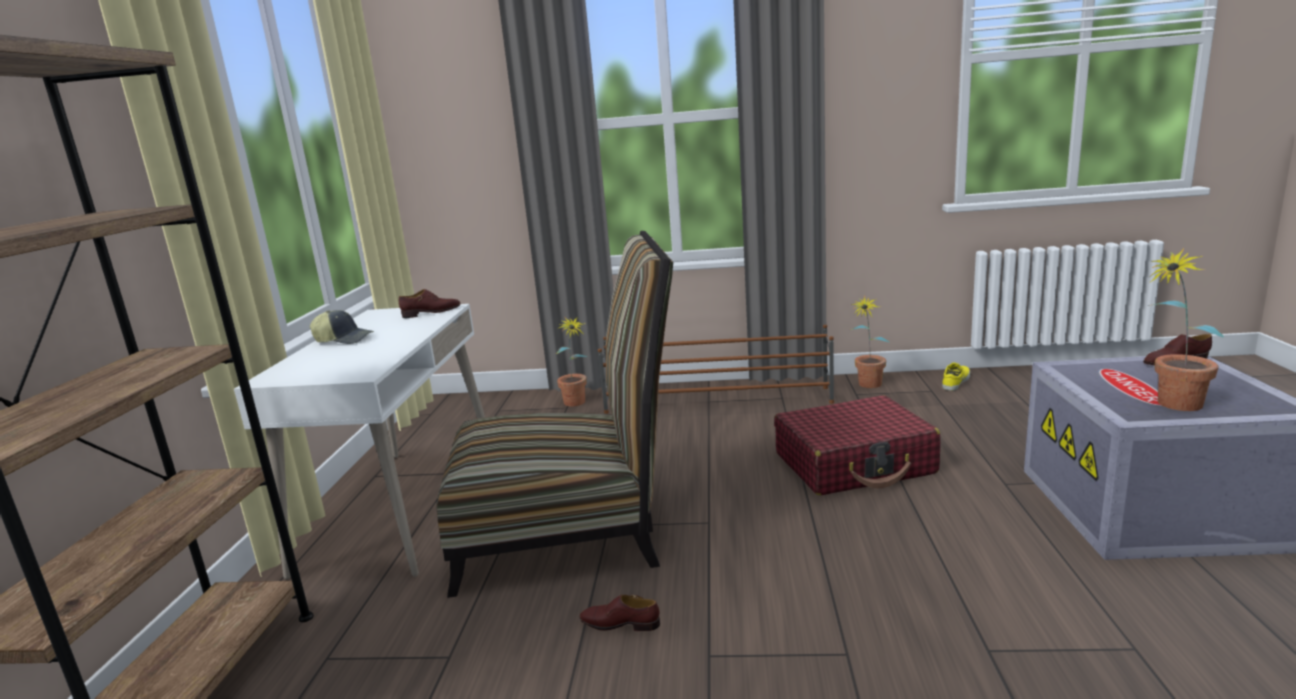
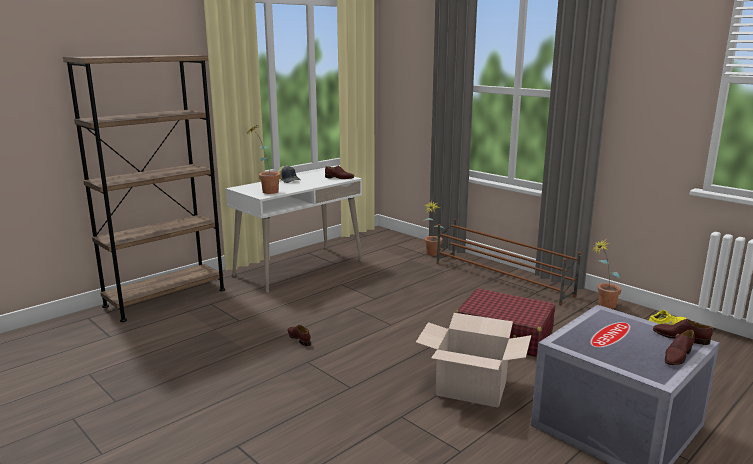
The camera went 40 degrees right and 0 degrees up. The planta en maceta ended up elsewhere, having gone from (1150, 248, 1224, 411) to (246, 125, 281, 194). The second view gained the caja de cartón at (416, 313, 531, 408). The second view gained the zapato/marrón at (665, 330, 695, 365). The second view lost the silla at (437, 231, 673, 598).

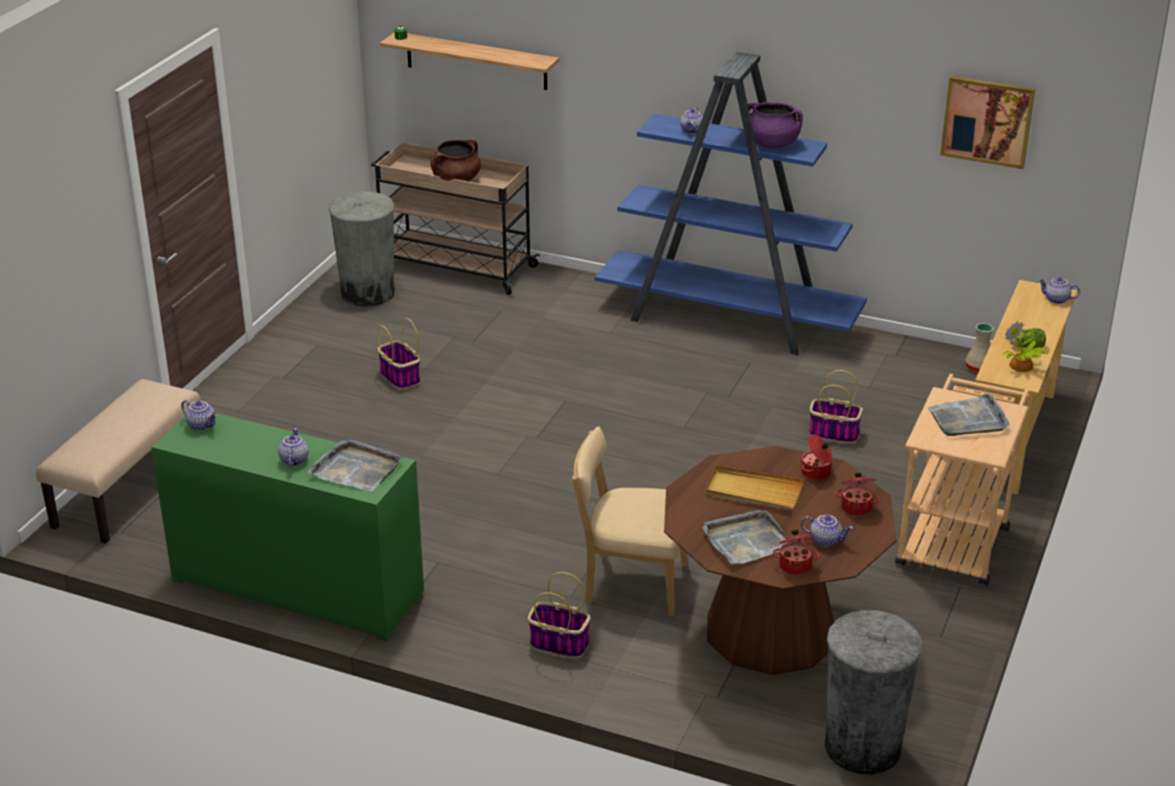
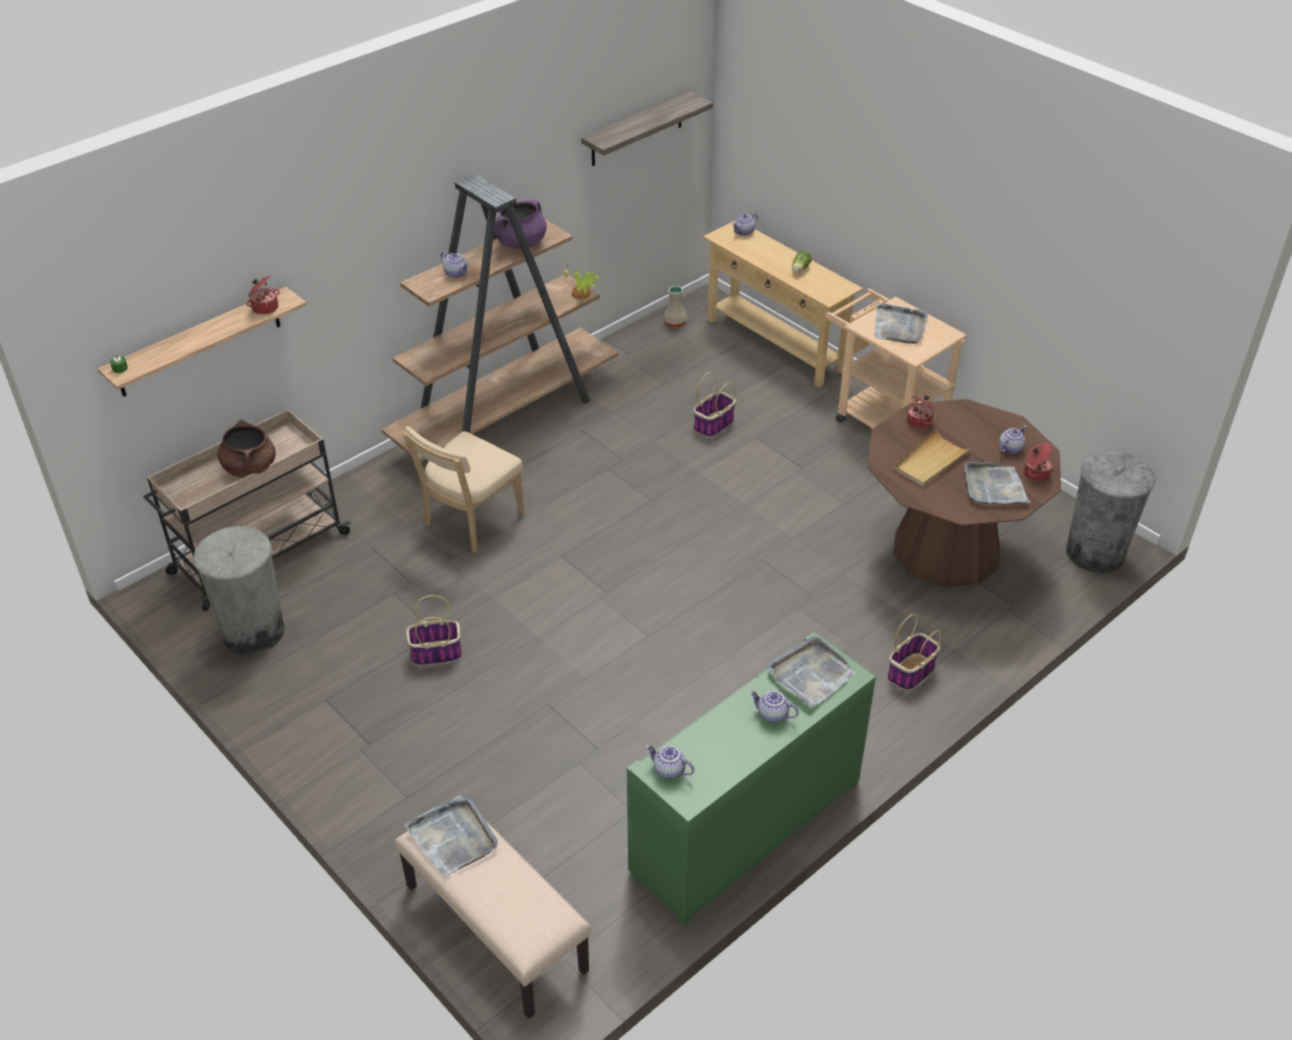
The camera went 65 degrees left and 10 degrees up. The olla ended up elsewhere, having gone from (836, 473, 880, 516) to (246, 275, 280, 315). What was the estantería/azul at (595, 52, 867, 355) turned into the estantería/marrón at (381, 174, 619, 462). The silla/beis ended up elsewhere, having gone from (572, 426, 687, 616) to (403, 426, 524, 552). The second view gained the bandeja/gris at (405, 796, 498, 876). The planta en maceta ended up elsewhere, having gone from (1003, 321, 1049, 372) to (564, 263, 600, 300). Where the cuadro hung at (940, 76, 1035, 169), the estante came to hang at (581, 91, 713, 166). The tetera at (181, 400, 217, 431) ended up facing another way, 120 degrees counterclockwise from before.

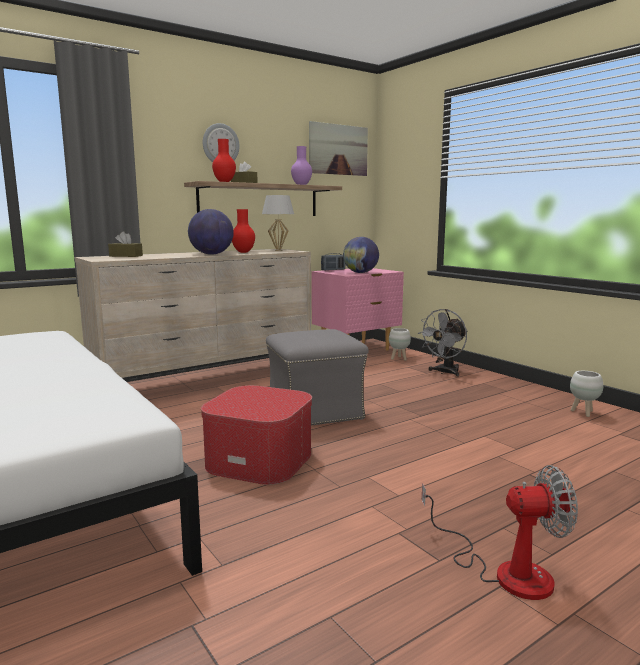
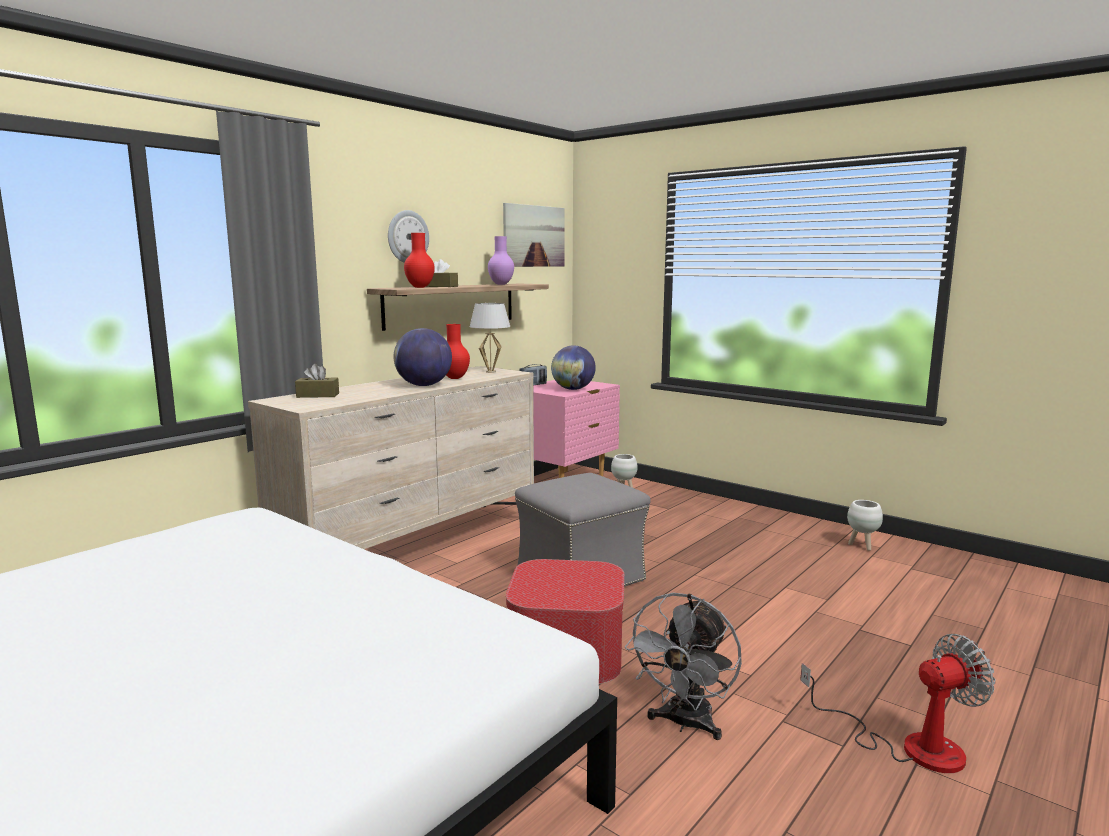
The camera went 15 degrees left and 0 degrees up. The ventilador/gris ended up elsewhere, having gone from (418, 309, 467, 377) to (625, 593, 742, 740).

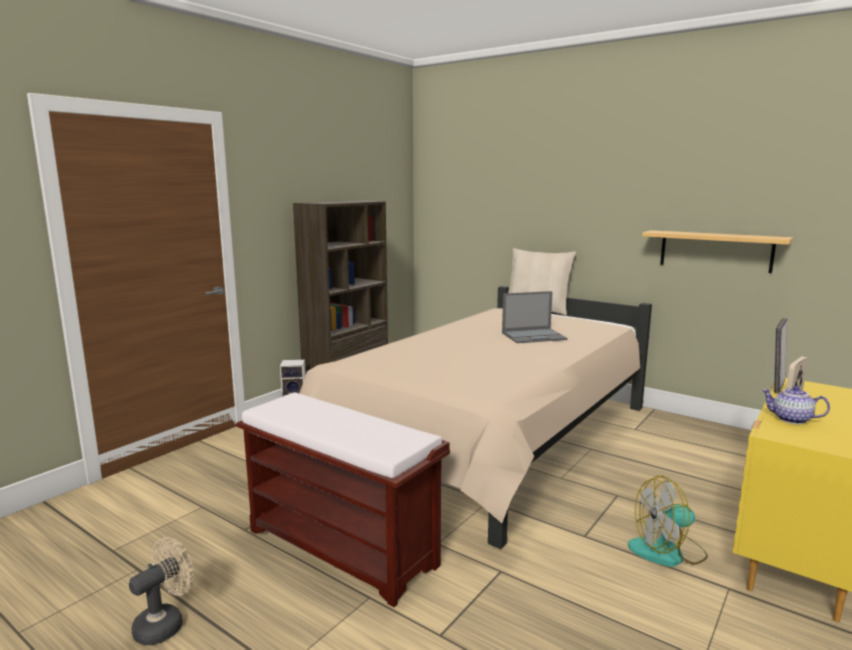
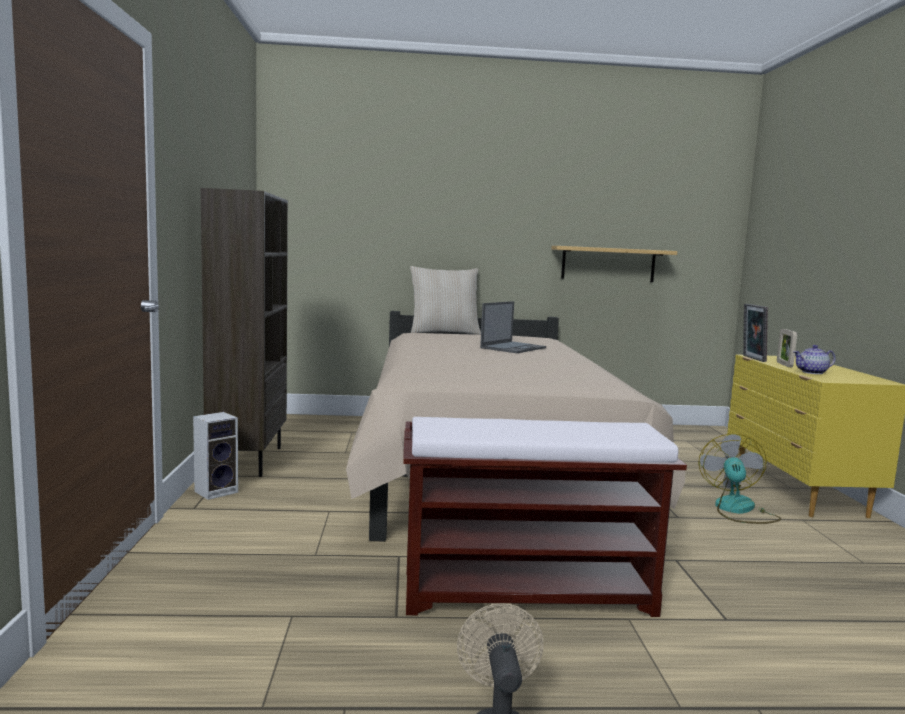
The camera went 40 degrees left and 5 degrees down. The ventilador at (628, 476, 708, 567) ended up facing another way, 150 degrees clockwise from before.

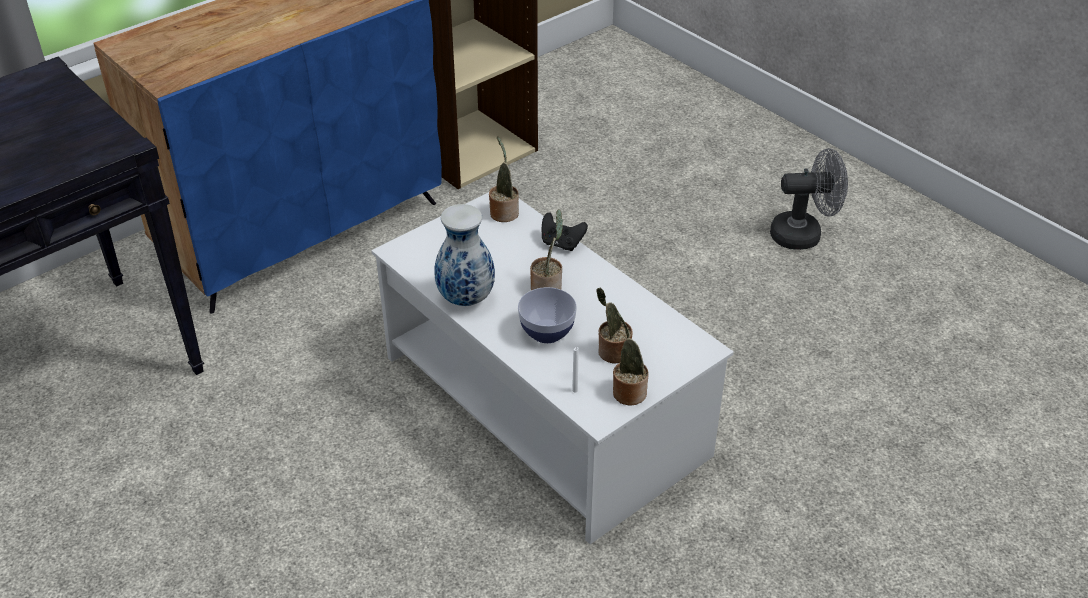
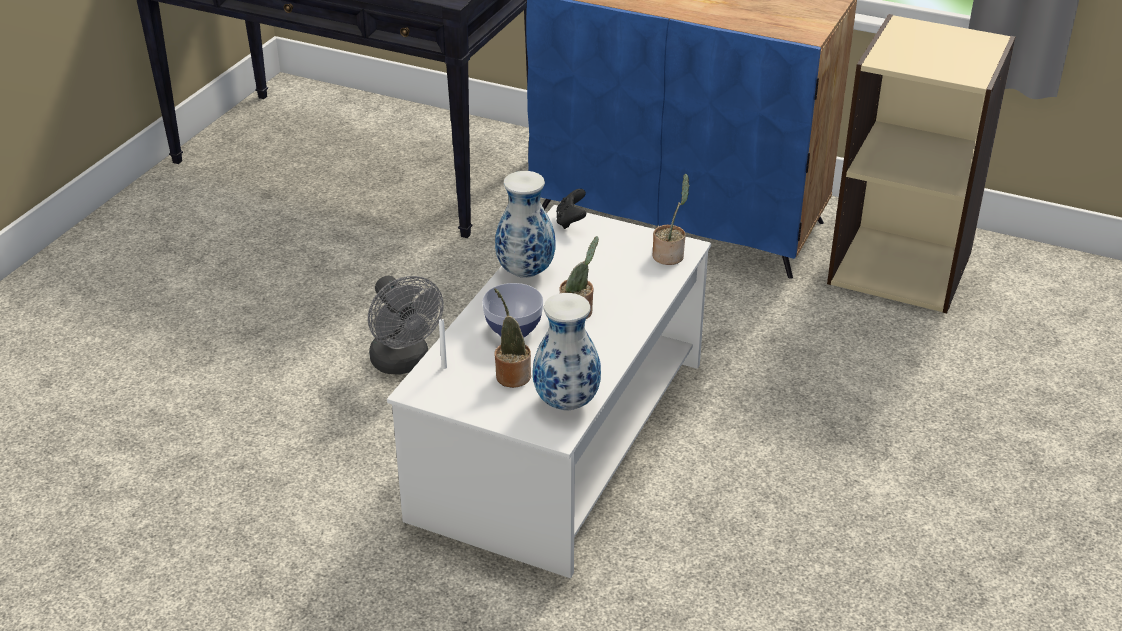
The camera went 65 degrees right and 5 degrees down. The ventilador/gris ended up elsewhere, having gone from (770, 148, 848, 250) to (368, 276, 444, 375). The second view gained the florero at (533, 293, 601, 411). The mando de consola/negro ended up elsewhere, having gone from (542, 212, 588, 251) to (556, 189, 587, 229). The second view lost the planta en maceta at (613, 313, 649, 405).

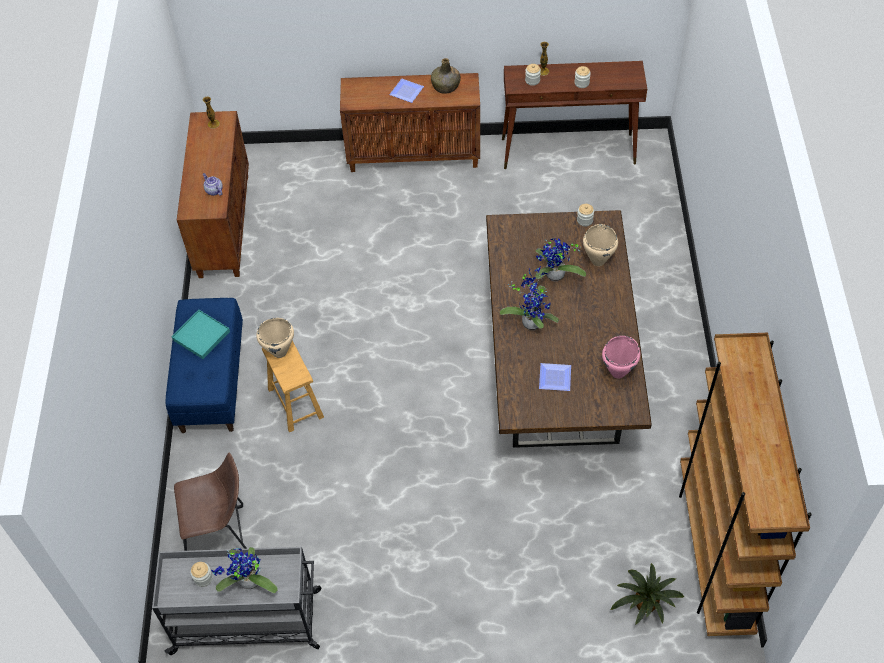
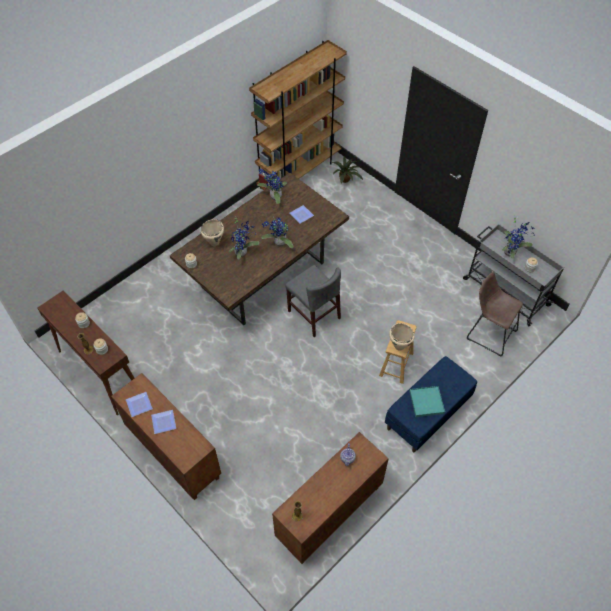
The camera went 135 degrees left and 0 degrees up. Where the botella/verde stood at (431, 58, 461, 94), the plato came to stand at (126, 392, 153, 417). Where the olla/rosa stood at (602, 336, 640, 379), the planta en maceta came to stand at (257, 169, 287, 204). The second view gained the silla/gris at (285, 265, 341, 337).

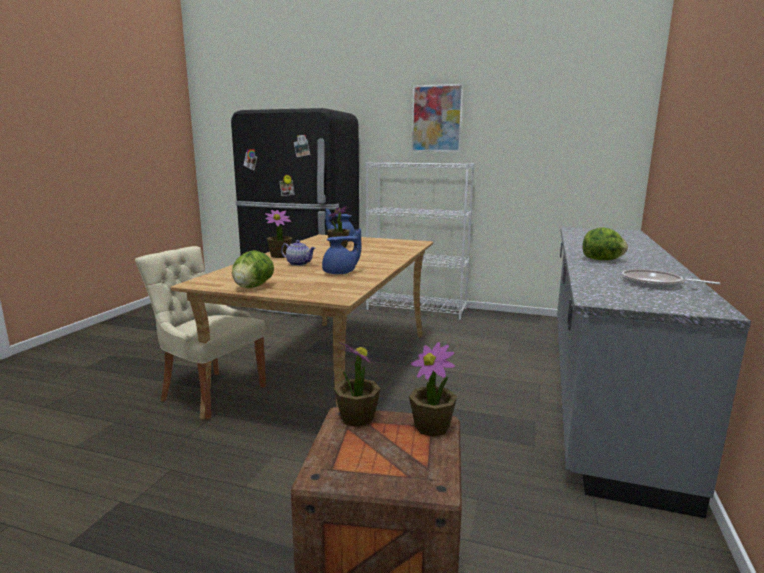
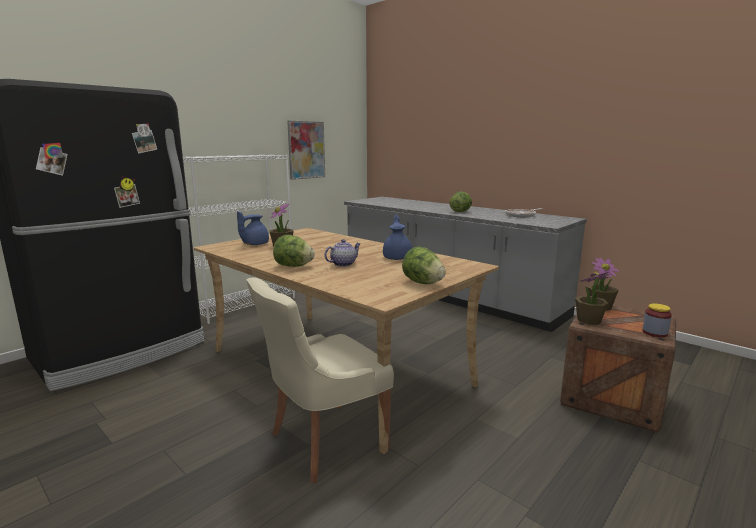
The camera went 65 degrees left and 0 degrees up. Where the planta en maceta stood at (266, 210, 292, 258), the lechuga came to stand at (273, 235, 315, 267). The cuadro ended up elsewhere, having gone from (412, 84, 463, 152) to (287, 121, 325, 180). The second view gained the tarro at (642, 303, 672, 338).

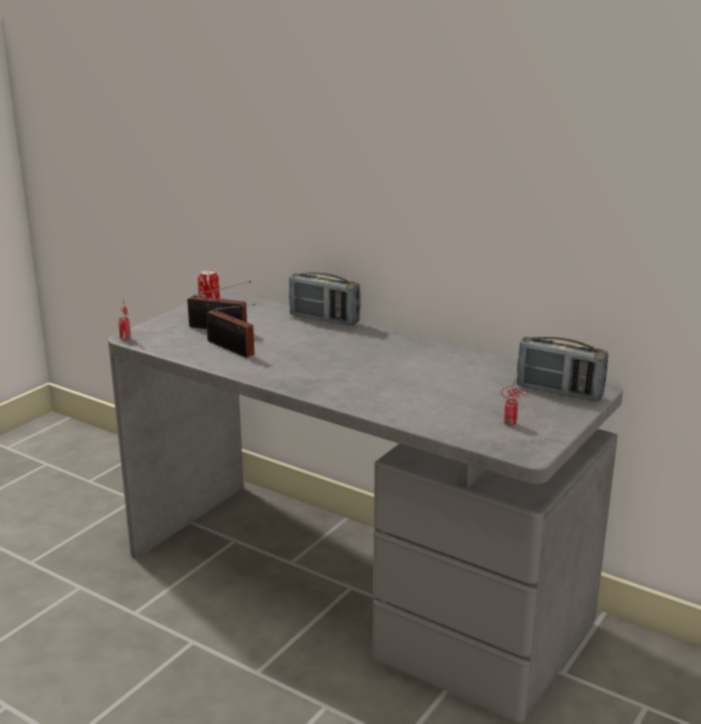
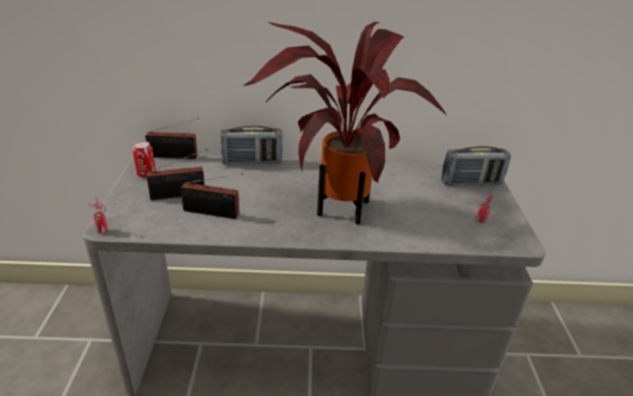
The camera went 35 degrees left and 10 degrees up. The second view gained the radio at (145, 118, 199, 159). The second view gained the planta en maceta at (243, 22, 447, 225).

